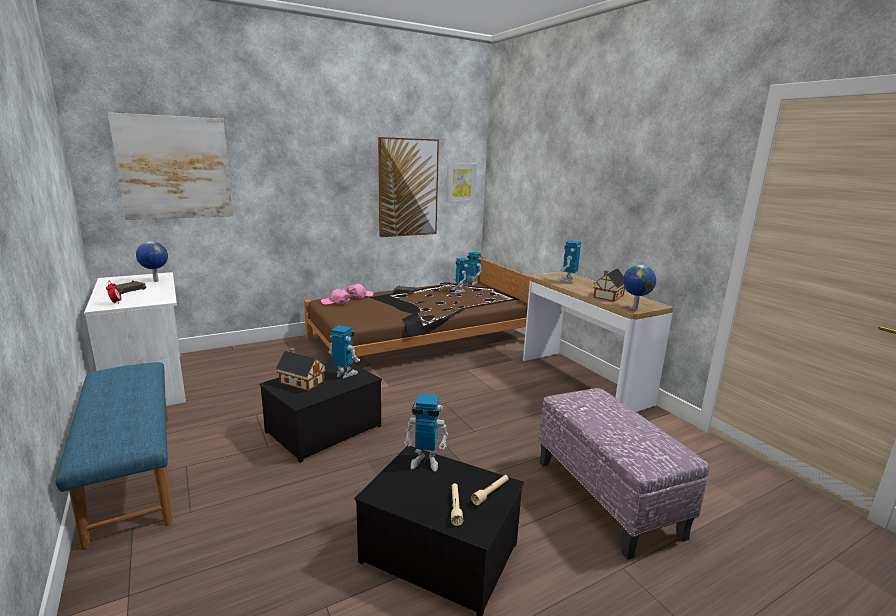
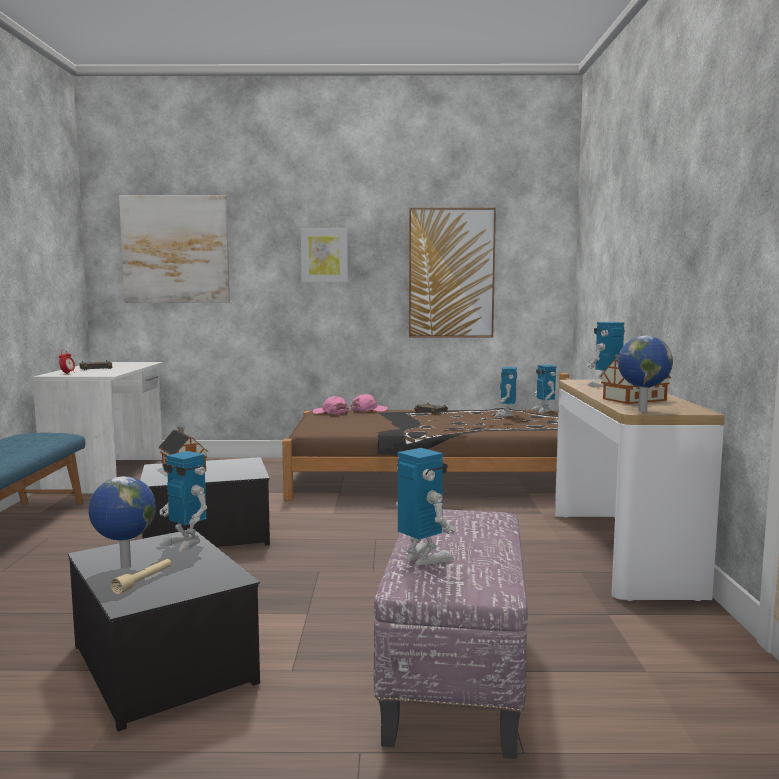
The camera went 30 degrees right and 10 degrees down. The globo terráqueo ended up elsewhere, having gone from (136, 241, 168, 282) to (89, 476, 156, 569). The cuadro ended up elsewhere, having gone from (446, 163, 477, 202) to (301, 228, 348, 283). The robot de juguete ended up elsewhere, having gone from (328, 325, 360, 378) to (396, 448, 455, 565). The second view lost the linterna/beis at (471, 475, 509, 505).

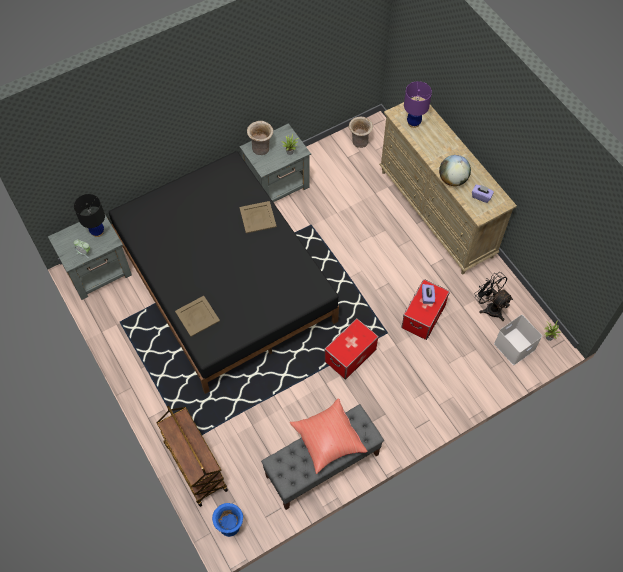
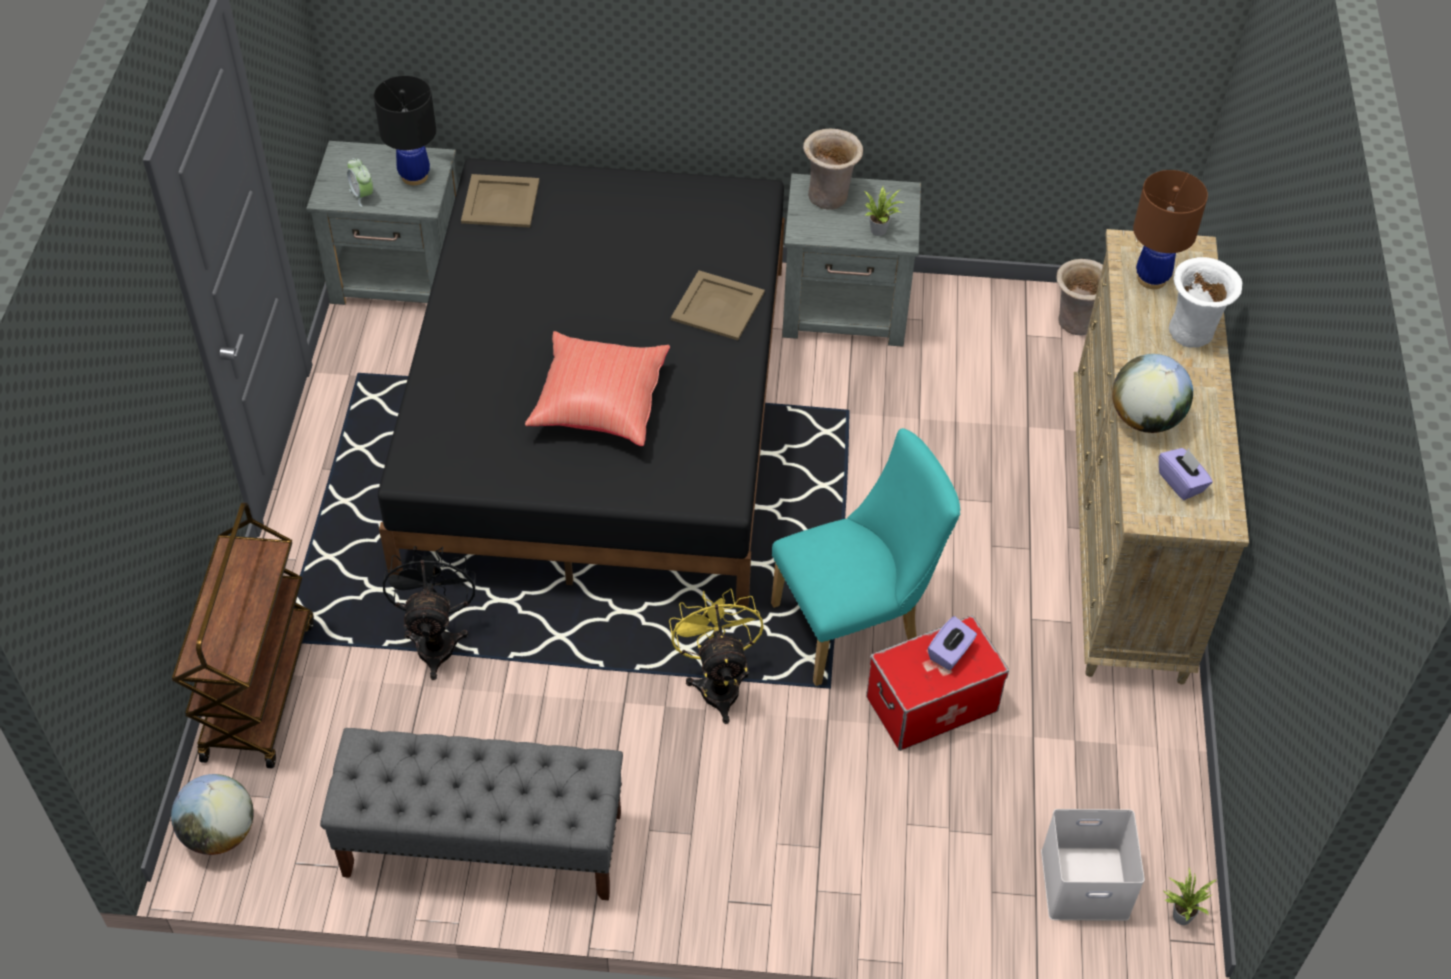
The camera went 35 degrees right and 10 degrees down. Where the florero/azul stood at (212, 503, 243, 537), the globo terráqueo came to stand at (171, 774, 254, 855). The ventilador/negro ended up elsewhere, having gone from (474, 273, 513, 321) to (383, 546, 476, 680). The bandeja/beis ended up elsewhere, having gone from (175, 296, 220, 337) to (461, 174, 539, 228). The cojín/rojo ended up elsewhere, having gone from (290, 398, 367, 474) to (525, 331, 670, 446). Where the caja de almacenaje stood at (324, 318, 379, 380), the ventilador/amarillo came to stand at (669, 588, 763, 724). The second view gained the silla/turquesa at (771, 428, 960, 686). What was the lámpara de mesa/morado at (404, 81, 432, 128) turned into the lámpara de mesa/marrón at (1133, 170, 1208, 289). The second view gained the florero/blanco at (1169, 257, 1242, 347).

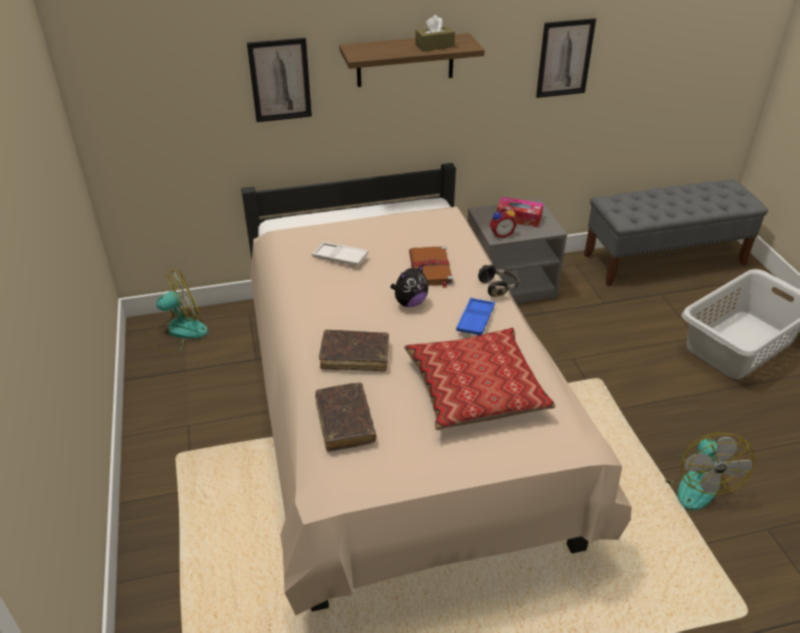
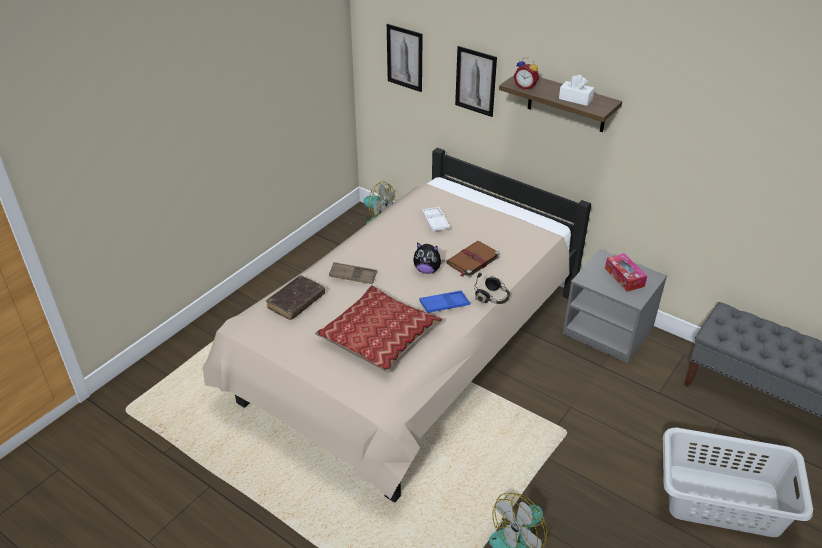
The camera went 50 degrees right and 0 degrees up. Where the libro/marrón stood at (319, 330, 389, 371), the bandeja/marrón came to stand at (329, 262, 377, 284). The cuadro ended up elsewhere, having gone from (536, 18, 596, 98) to (387, 24, 423, 92). The despertador ended up elsewhere, having gone from (490, 207, 517, 238) to (514, 58, 539, 90). What was the caja de pañuelos/marrón at (415, 15, 455, 51) turned into the caja de pañuelos/blanco at (559, 75, 594, 106).

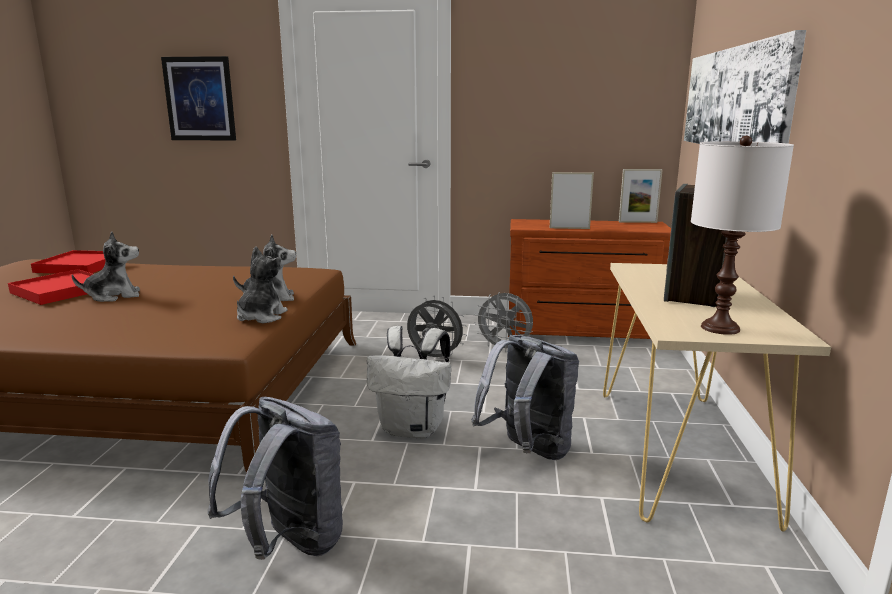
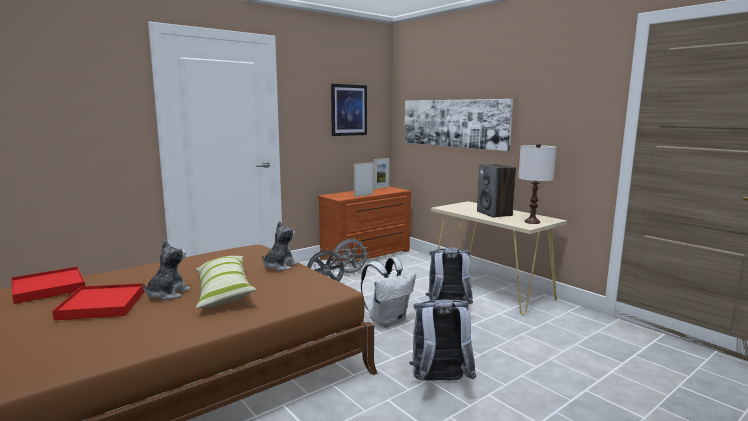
The camera went 45 degrees left and 5 degrees down. The second view gained the cojín at (196, 256, 256, 308). The cuadro ended up elsewhere, having gone from (161, 56, 236, 141) to (331, 84, 367, 136). The second view lost the peluche at (237, 246, 288, 323).

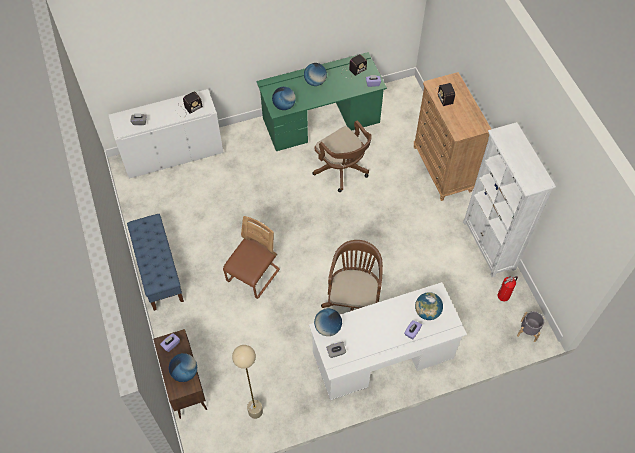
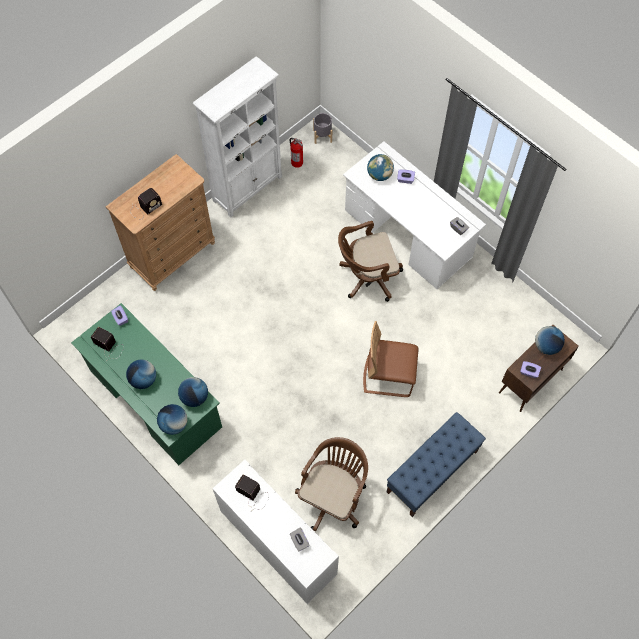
The camera went 115 degrees left and 5 degrees up. The globo terráqueo ended up elsewhere, having gone from (314, 308, 342, 336) to (157, 404, 188, 435). The silla de oficina/marrón ended up elsewhere, having gone from (312, 121, 372, 192) to (295, 437, 368, 531). The second view lost the lámpara de pie/beis at (232, 345, 263, 419).

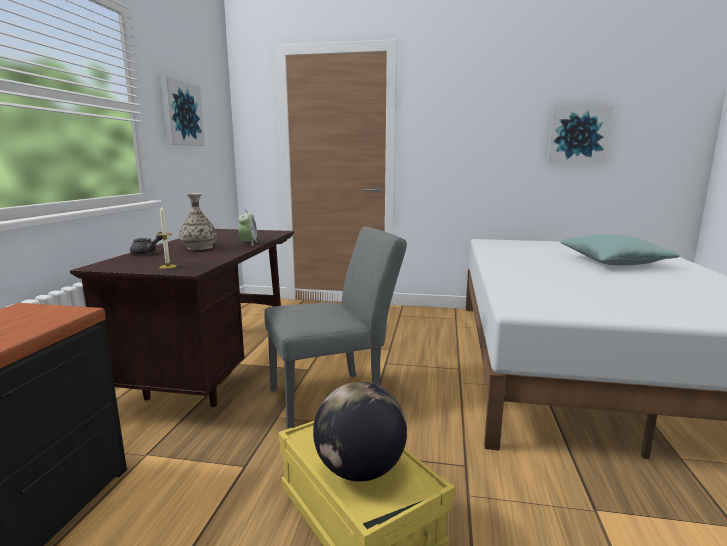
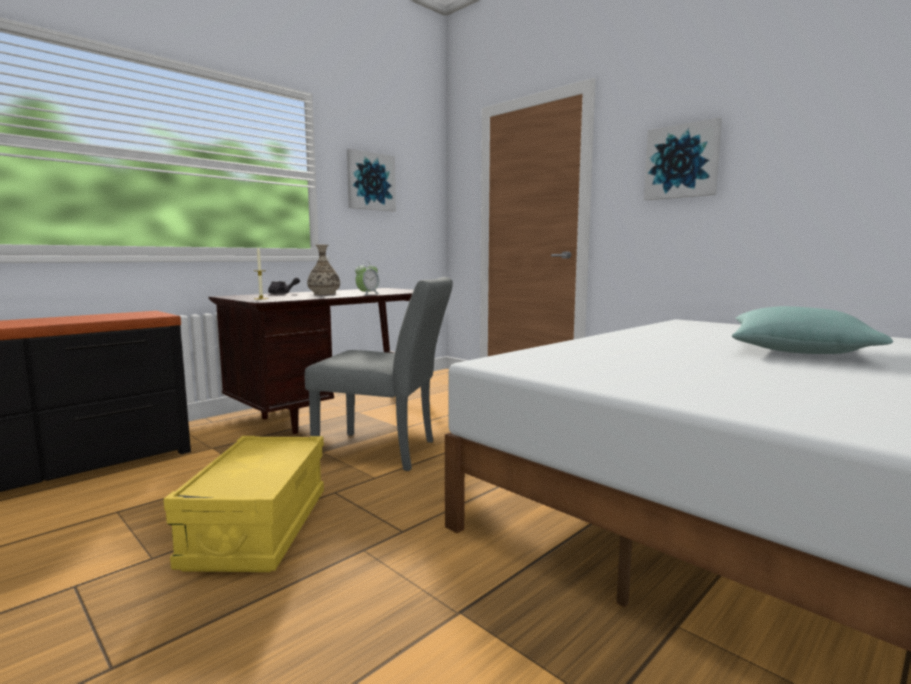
The camera went 35 degrees right and 5 degrees down. The cuadro ended up elsewhere, having gone from (547, 105, 613, 163) to (644, 117, 722, 200). The second view lost the globo terráqueo at (313, 382, 407, 482).

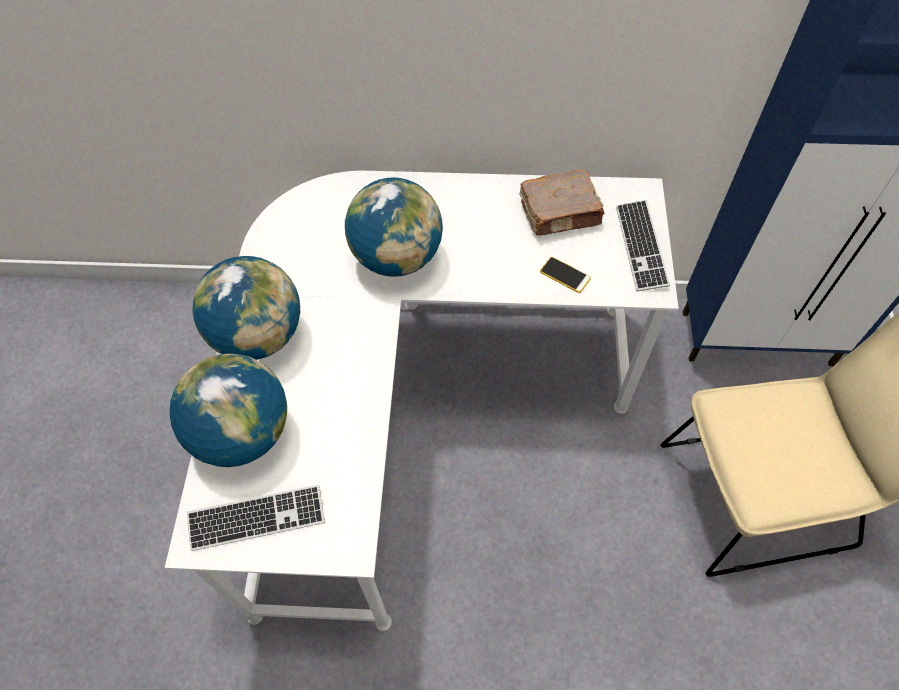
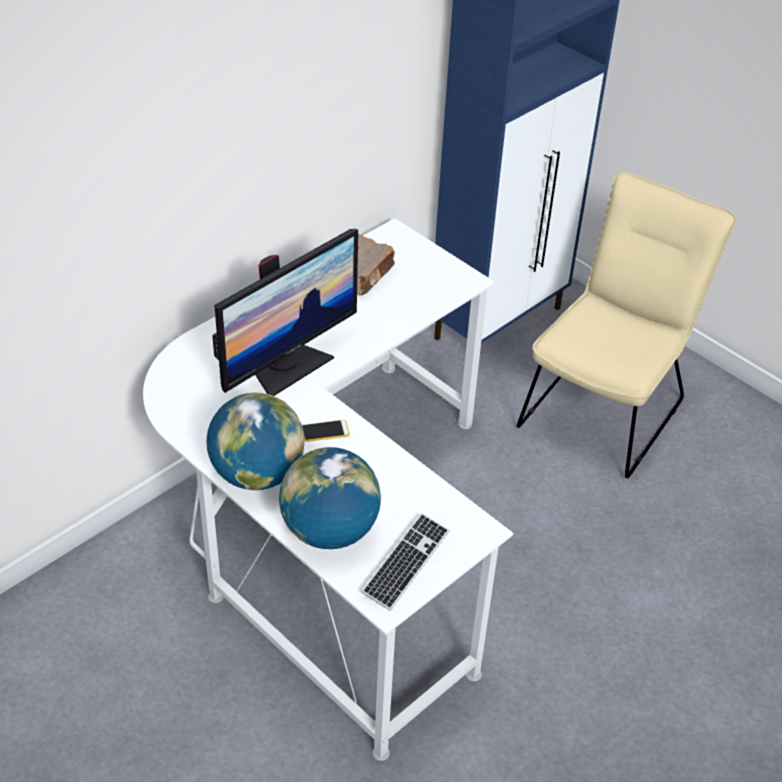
The camera went 50 degrees left and 15 degrees down. Where the globo terráqueo stood at (345, 177, 443, 277), the monitor came to stand at (212, 229, 358, 396). The móvil ended up elsewhere, having gone from (540, 257, 591, 293) to (302, 420, 350, 442). The second view lost the teclado at (616, 200, 670, 292).

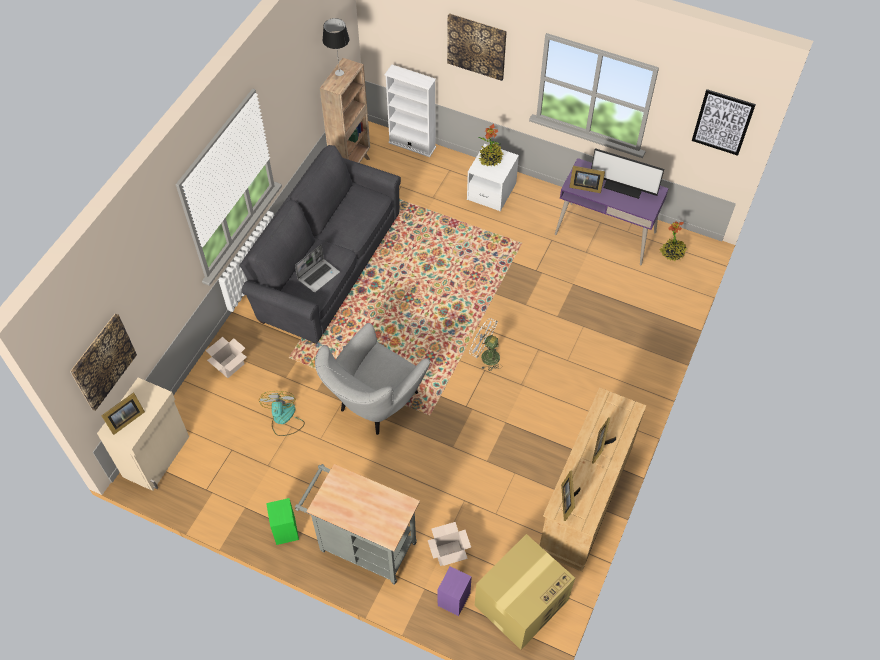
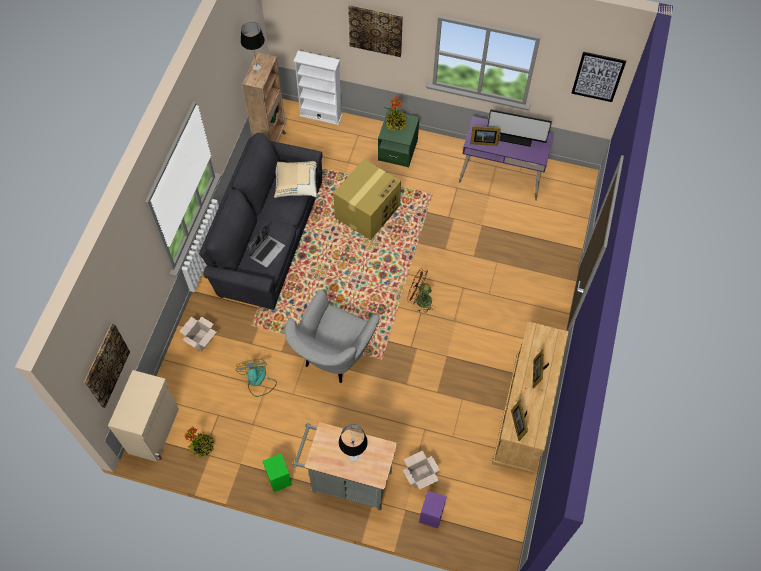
The camera went 10 degrees left and 5 degrees up. The planta en maceta ended up elsewhere, having gone from (660, 221, 687, 261) to (185, 426, 215, 459). The second view gained the cojín/beis at (274, 161, 318, 198). The caja de cartón ended up elsewhere, having gone from (475, 534, 575, 650) to (333, 159, 401, 240). The second view gained the lámpara de mesa at (339, 425, 368, 462). What was the mesita de noche/blanco at (467, 144, 519, 211) turned into the mesita de noche/verde at (378, 110, 419, 168). What was the ventilador/blanco at (469, 318, 502, 371) turned into the ventilador/marrón at (407, 269, 435, 312). The second view lost the portarretratos at (101, 392, 145, 435).

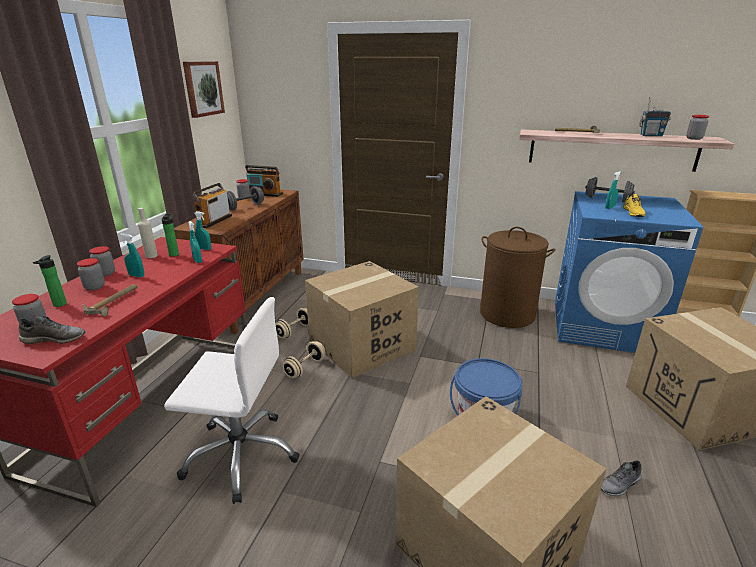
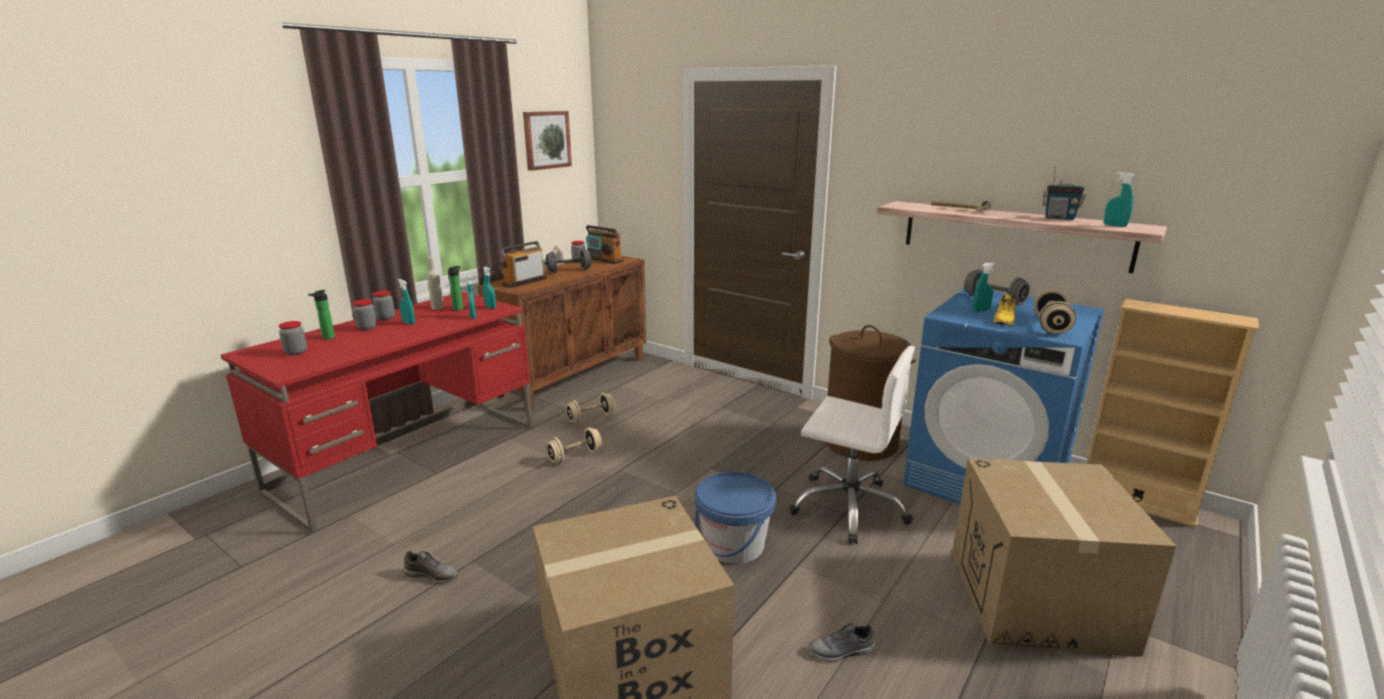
The camera went 20 degrees right and 5 degrees down. The zapato/gris ended up elsewhere, having gone from (19, 315, 85, 344) to (403, 551, 458, 583). The silla de oficina/blanco ended up elsewhere, having gone from (164, 297, 300, 504) to (789, 346, 915, 544). The second view gained the mancuerna/beis at (1034, 289, 1077, 334). Where the tarro stood at (686, 115, 709, 140), the pulverizador/turquesa came to stand at (1104, 172, 1135, 227). The second view lost the martillo at (83, 284, 138, 316). The second view lost the caja de cartón at (305, 261, 419, 378).

